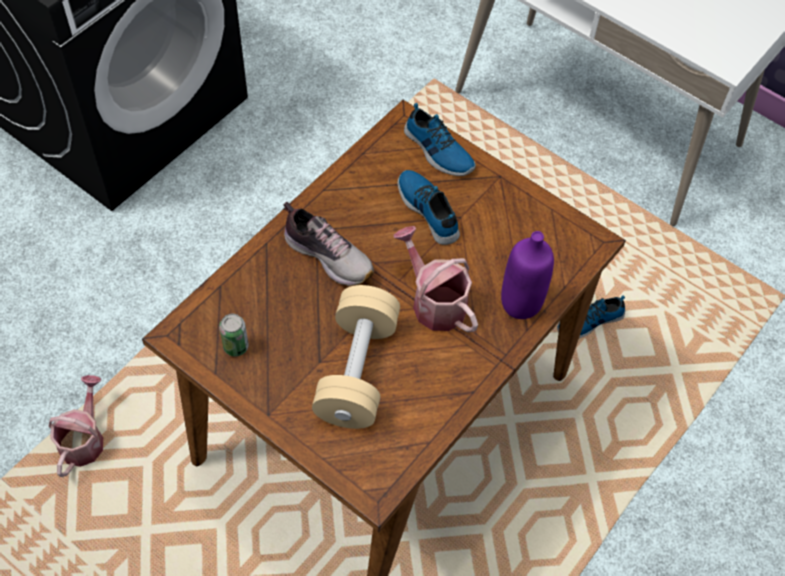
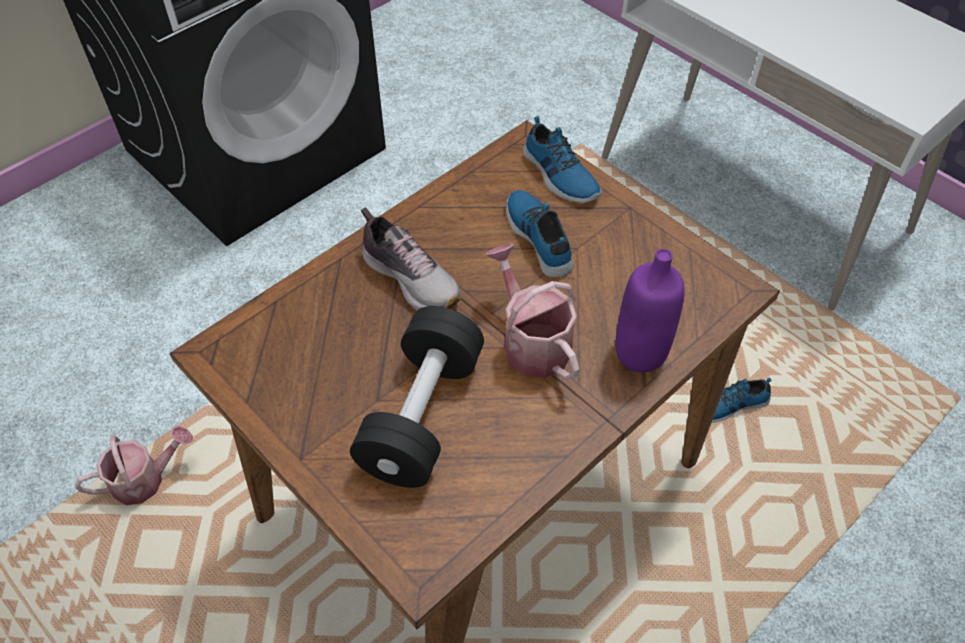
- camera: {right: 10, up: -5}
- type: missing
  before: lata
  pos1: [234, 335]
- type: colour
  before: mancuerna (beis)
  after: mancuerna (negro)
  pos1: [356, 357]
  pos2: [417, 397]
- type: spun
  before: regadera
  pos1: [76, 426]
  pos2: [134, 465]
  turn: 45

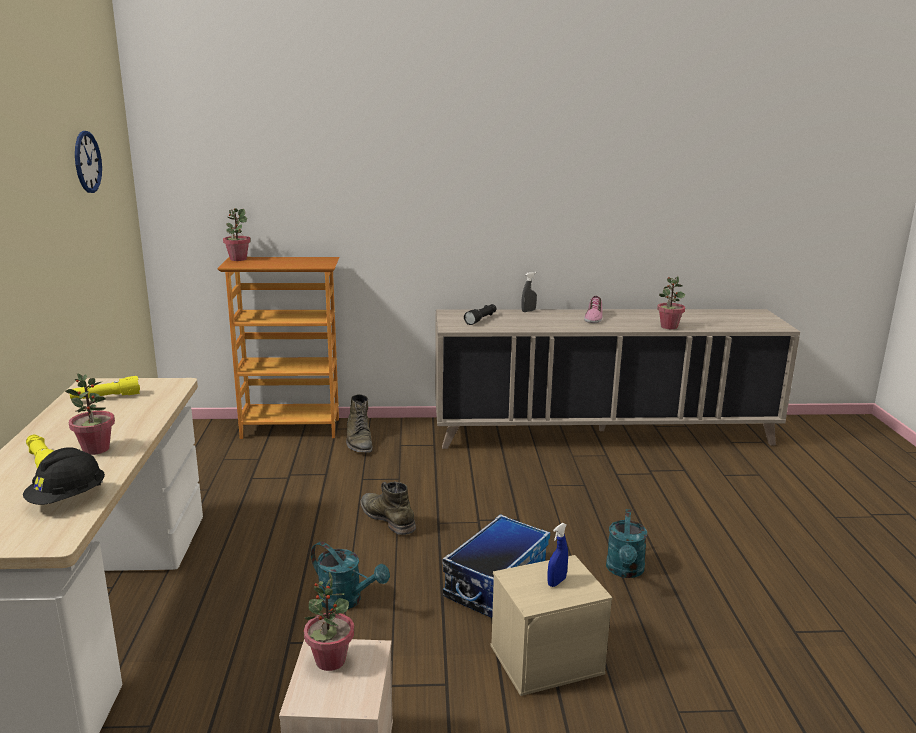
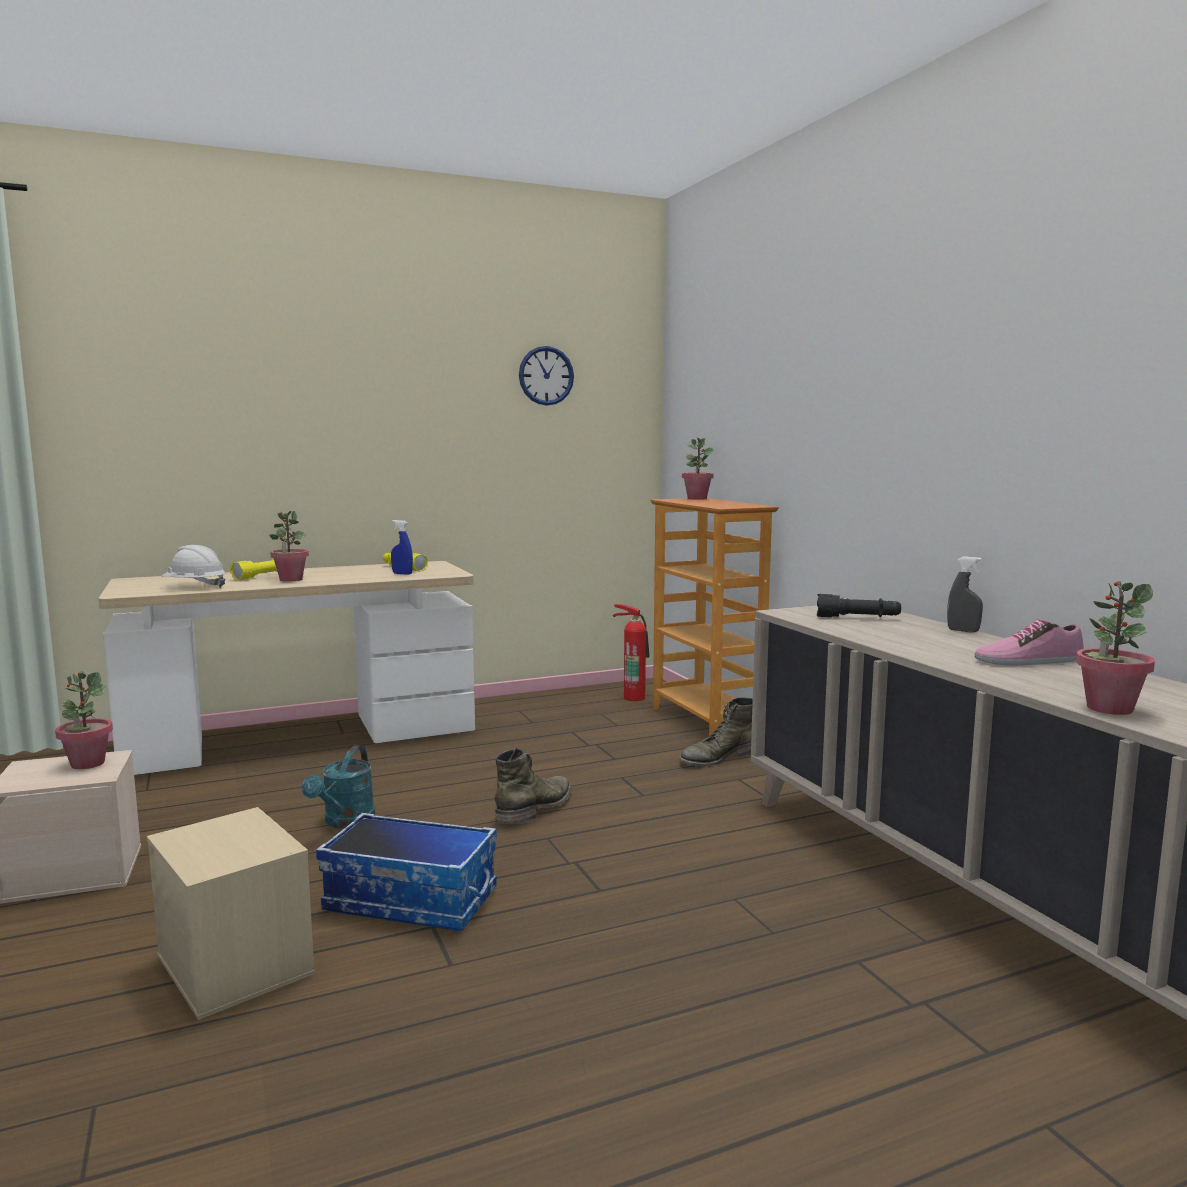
- camera: {right: 70, up: -10}
- type: missing
  before: regadera (turquesa)
  pos1: [626, 543]
- type: appeared
  after: extintor
  pos2: [631, 652]
- type: relocated
  before: pulverizador (azul)
  pos1: [557, 555]
  pos2: [402, 547]
- type: colour
  before: casco (negro)
  after: casco (blanco)
  pos1: [64, 476]
  pos2: [193, 566]

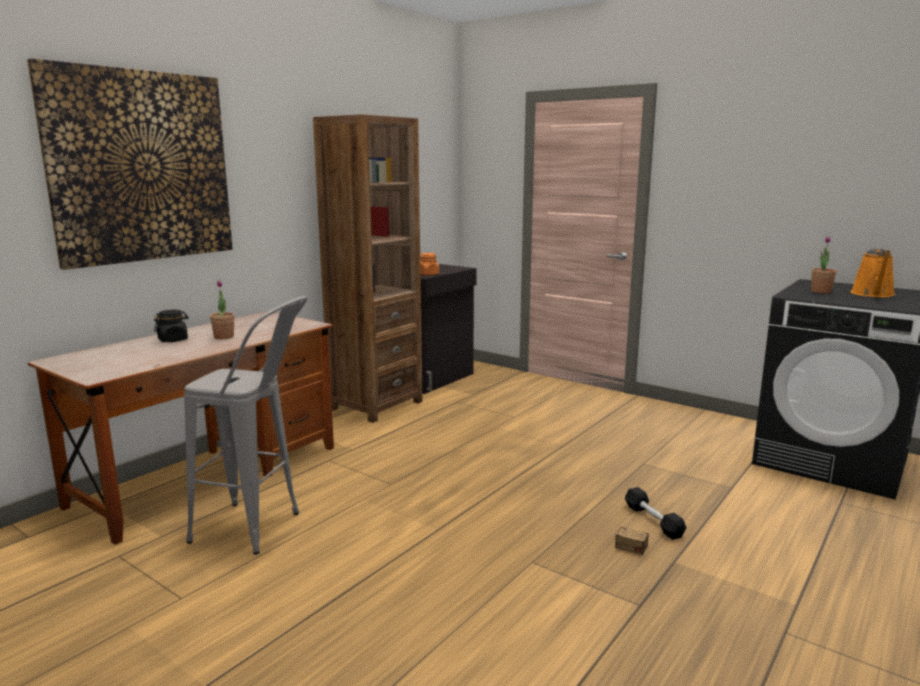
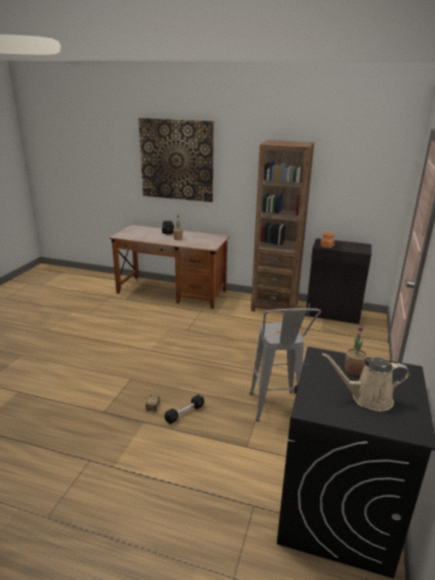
- camera: {right: 70, up: 10}
- type: relocated
  before: taburete (gris)
  pos1: [245, 425]
  pos2: [285, 364]
- type: colour
  before: regadera (naranja)
  after: regadera (beis)
  pos1: [872, 273]
  pos2: [366, 382]

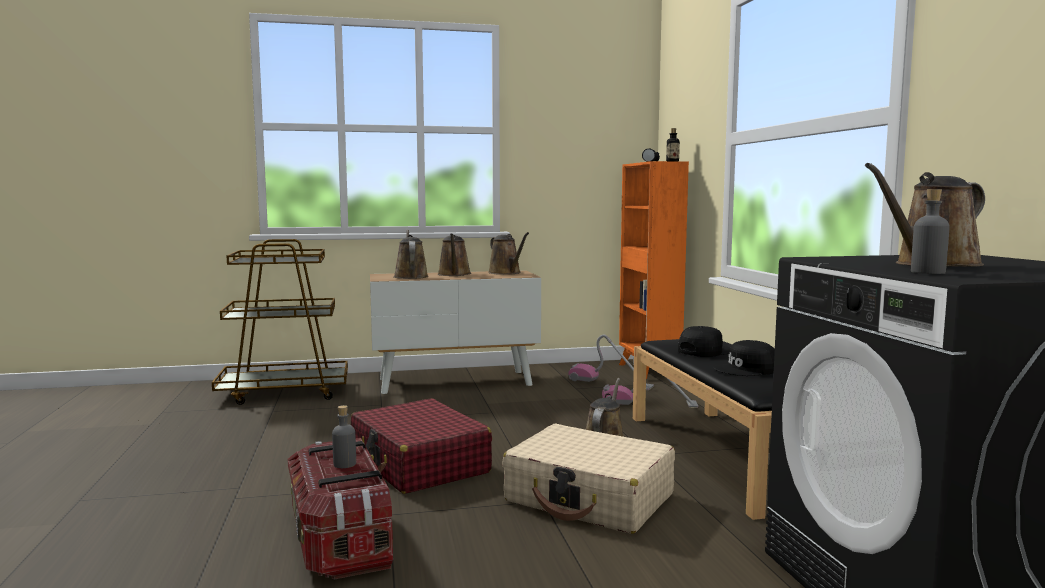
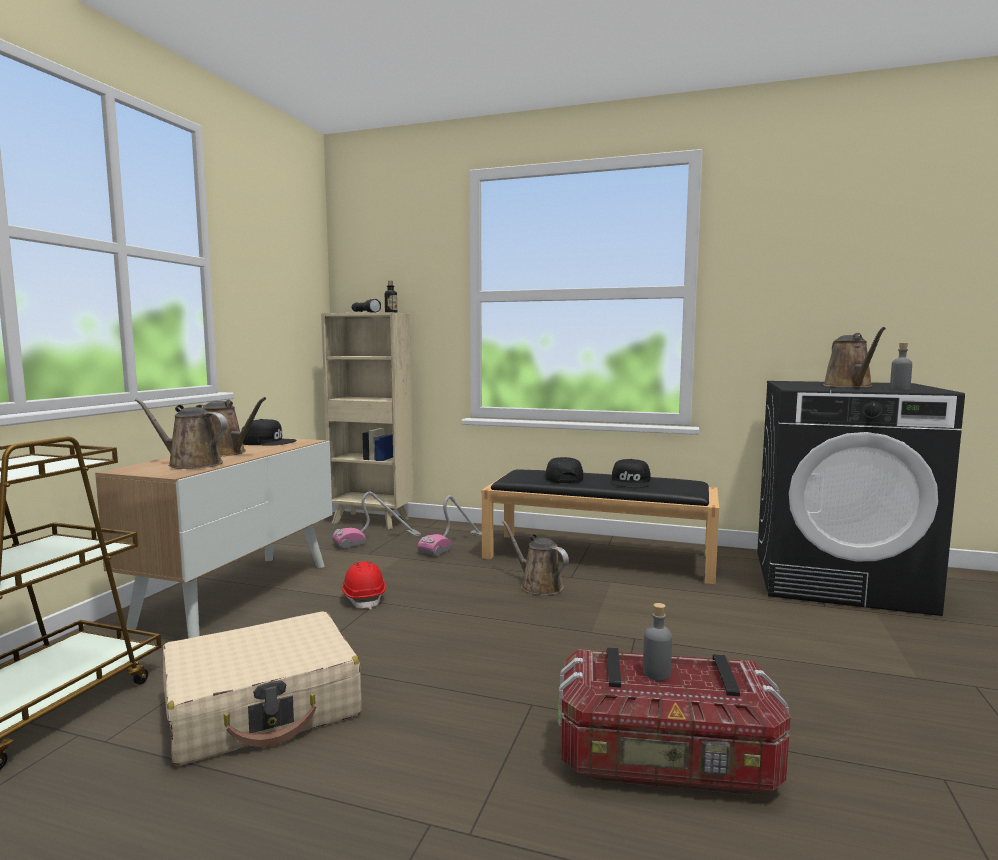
- camera: {right: -60, up: 0}
- type: missing
  before: maleta (rojo)
  pos1: [421, 446]
- type: appeared
  after: casco (rojo)
  pos2: [363, 585]
- type: relocated
  before: maleta (beis)
  pos1: [588, 479]
  pos2: [262, 688]
- type: exchanged
  before: regadera (marrón)
  after: gorra (negro)
  pos1: [508, 253]
  pos2: [269, 432]
- type: colour
  before: estantería (naranja)
  after: estantería (beis)
  pos1: [654, 270]
  pos2: [367, 420]

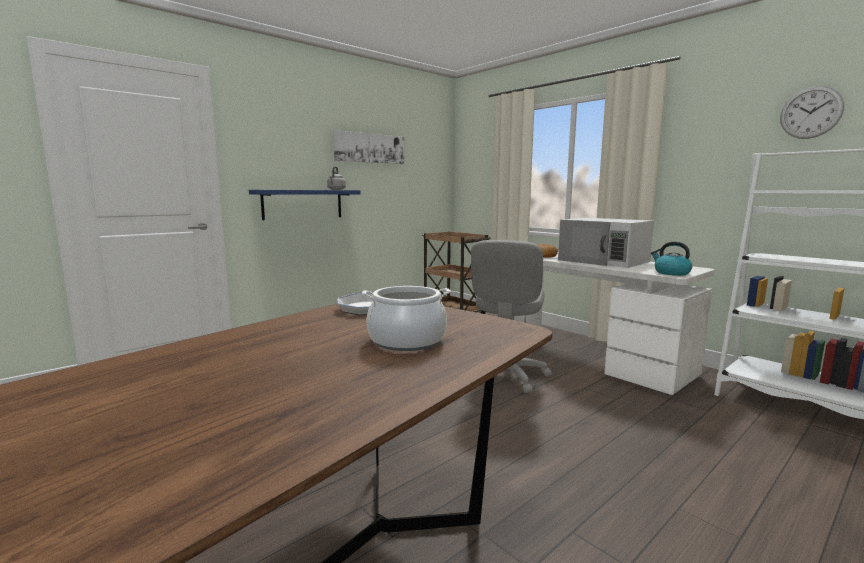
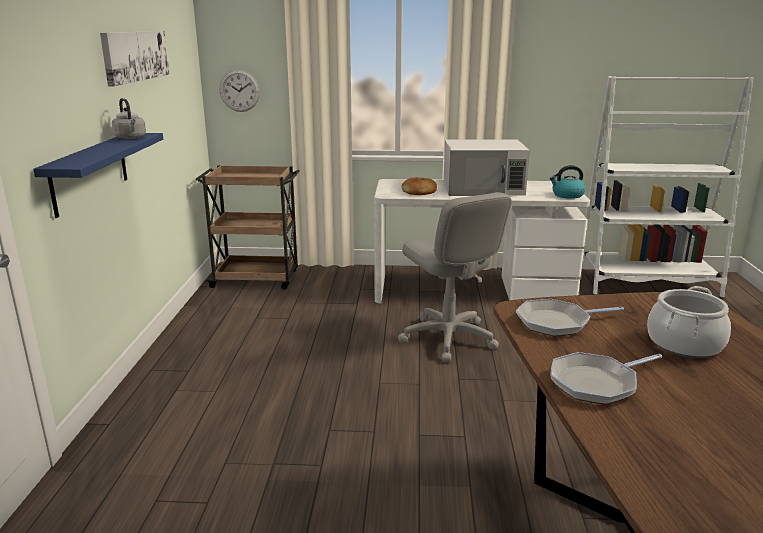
- camera: {right: -45, up: 10}
- type: appeared
  after: sartén
  pos2: [606, 378]
- type: relocated
  before: reloj de pared
  pos1: [812, 112]
  pos2: [240, 91]

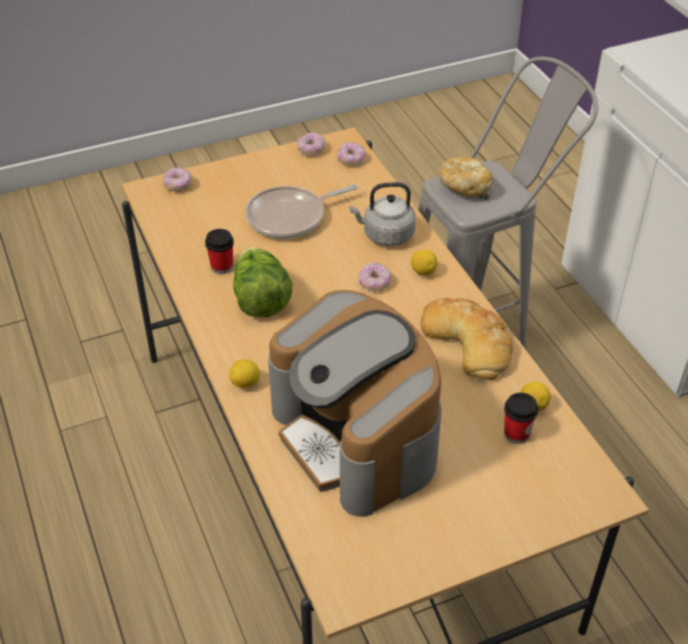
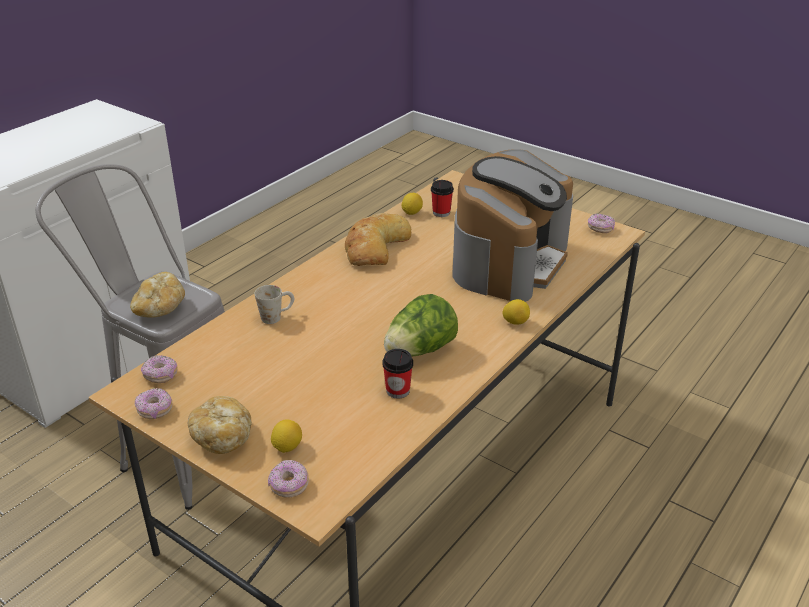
- camera: {right: -120, up: -10}
- type: missing
  before: sartén
  pos1: [302, 211]
- type: appeared
  after: pan
  pos2: [220, 425]
- type: relocated
  before: rosquilla
  pos1: [375, 277]
  pos2: [601, 223]
- type: relocated
  before: limón
  pos1: [424, 263]
  pos2: [286, 436]
- type: exchanged
  before: hervidor (gris)
  after: taza grande (blanco)
  pos1: [382, 214]
  pos2: [274, 304]

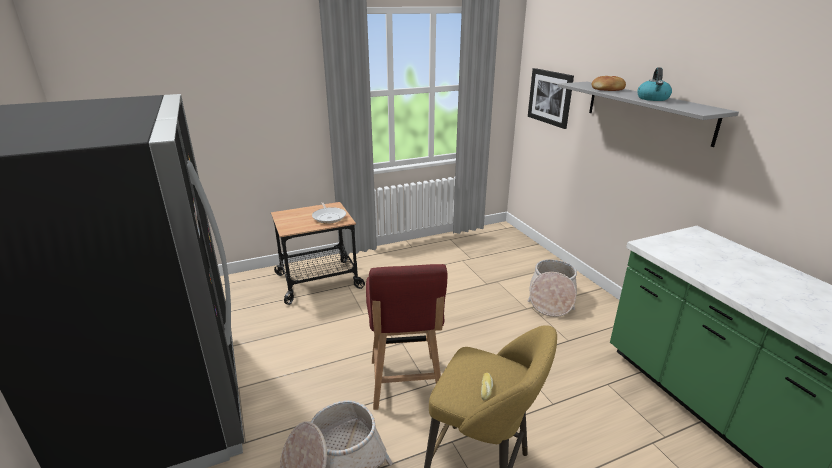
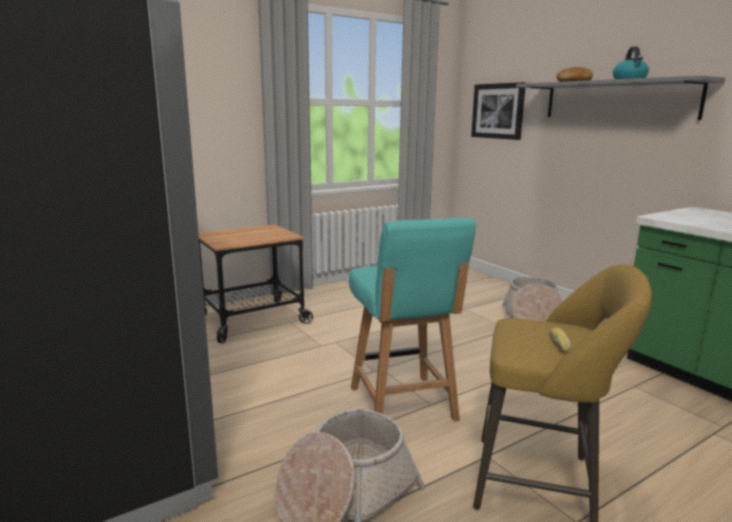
- camera: {right: -10, up: -10}
- type: missing
  before: sartén
  pos1: [329, 213]
- type: colour
  before: silla (rojo)
  after: silla (turquesa)
  pos1: [407, 337]
  pos2: [412, 320]

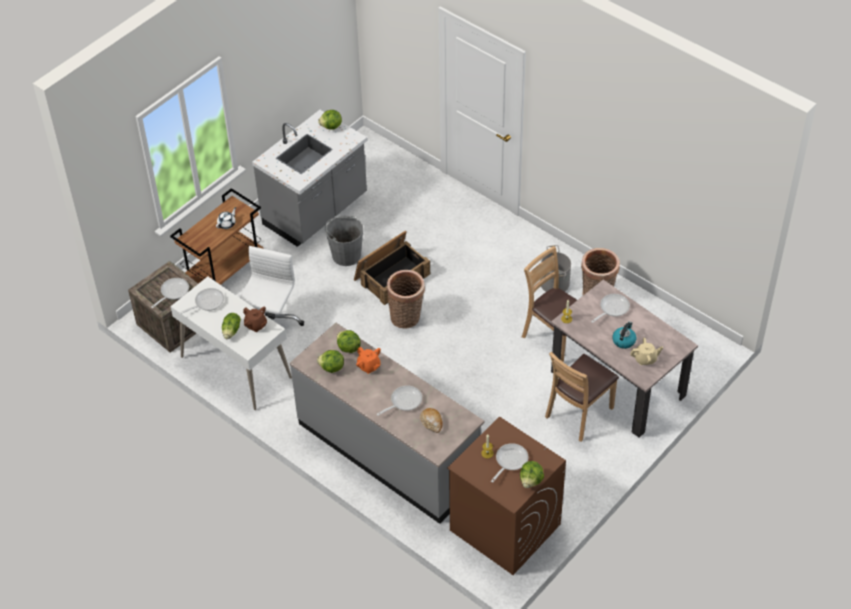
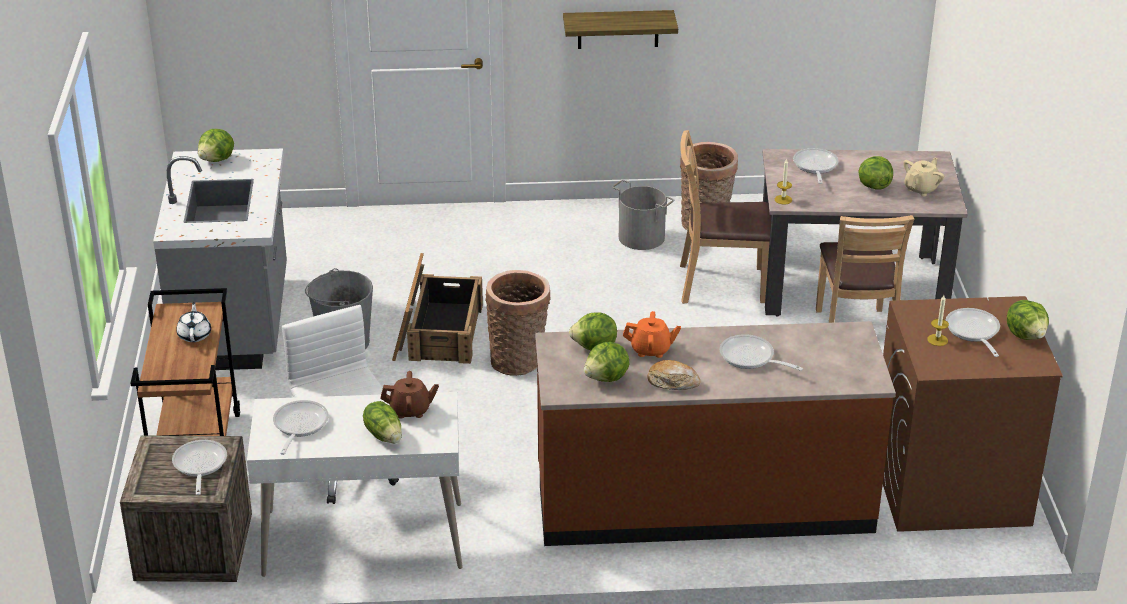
- camera: {right: -45, up: -15}
- type: appeared
  after: estante
  pos2: [620, 29]
- type: relocated
  before: pan
  pos1: [431, 420]
  pos2: [674, 375]
- type: exchanged
  before: hervidor
  after: lechuga
  pos1: [624, 335]
  pos2: [875, 173]
- type: colour
  before: mueble bajo de cocina (gris)
  after: mueble bajo de cocina (marrón)
  pos1: [387, 423]
  pos2: [715, 433]
- type: spun
  before: sartén
  pos1: [399, 400]
  pos2: [761, 352]
  turn: -60

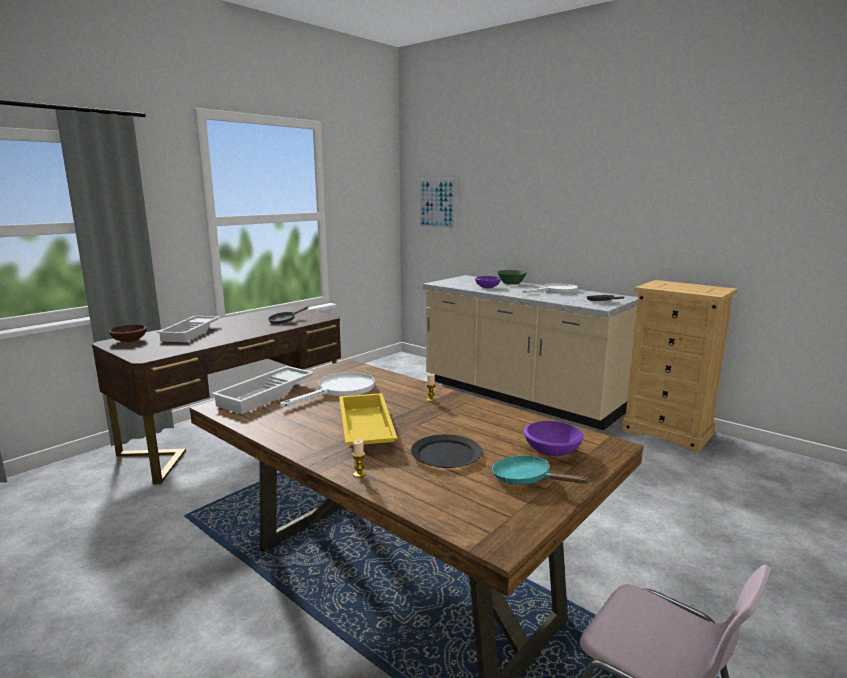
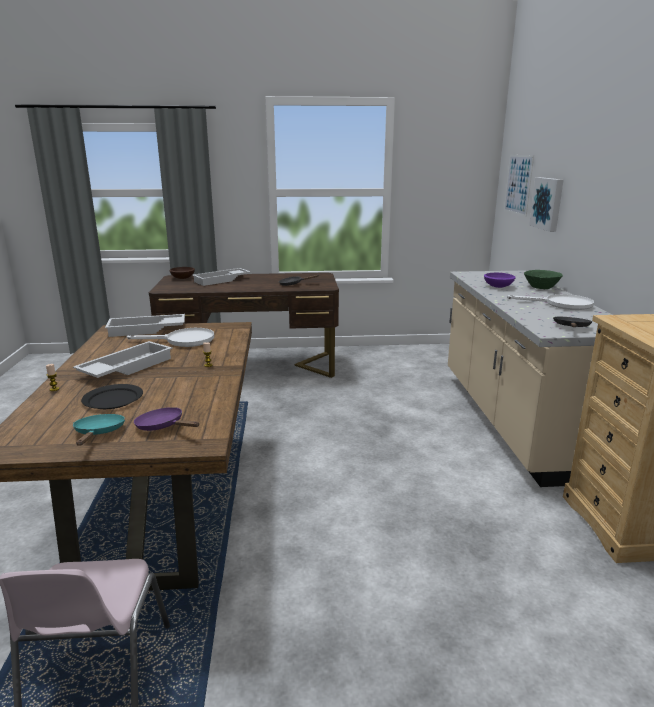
- camera: {right: 45, up: 5}
- type: appeared
  after: cuadro
  pos2: [546, 204]
- type: exchanged
  before: cuenco (morado)
  after: sartén (morado)
  pos1: [554, 438]
  pos2: [166, 419]
- type: colour
  before: bandeja (amarillo)
  after: bandeja (blanco)
  pos1: [368, 419]
  pos2: [122, 359]

